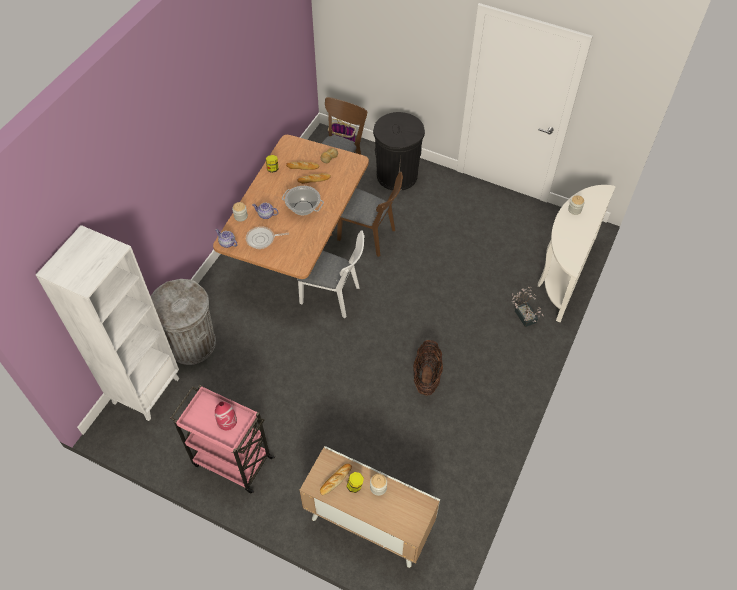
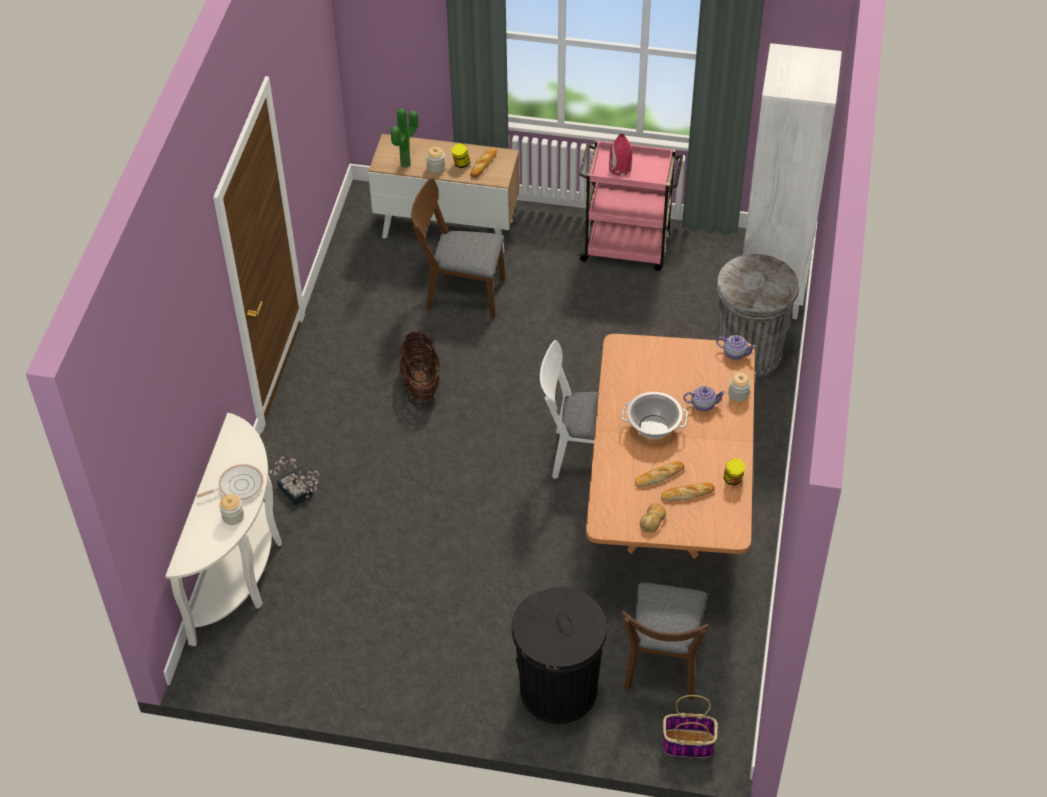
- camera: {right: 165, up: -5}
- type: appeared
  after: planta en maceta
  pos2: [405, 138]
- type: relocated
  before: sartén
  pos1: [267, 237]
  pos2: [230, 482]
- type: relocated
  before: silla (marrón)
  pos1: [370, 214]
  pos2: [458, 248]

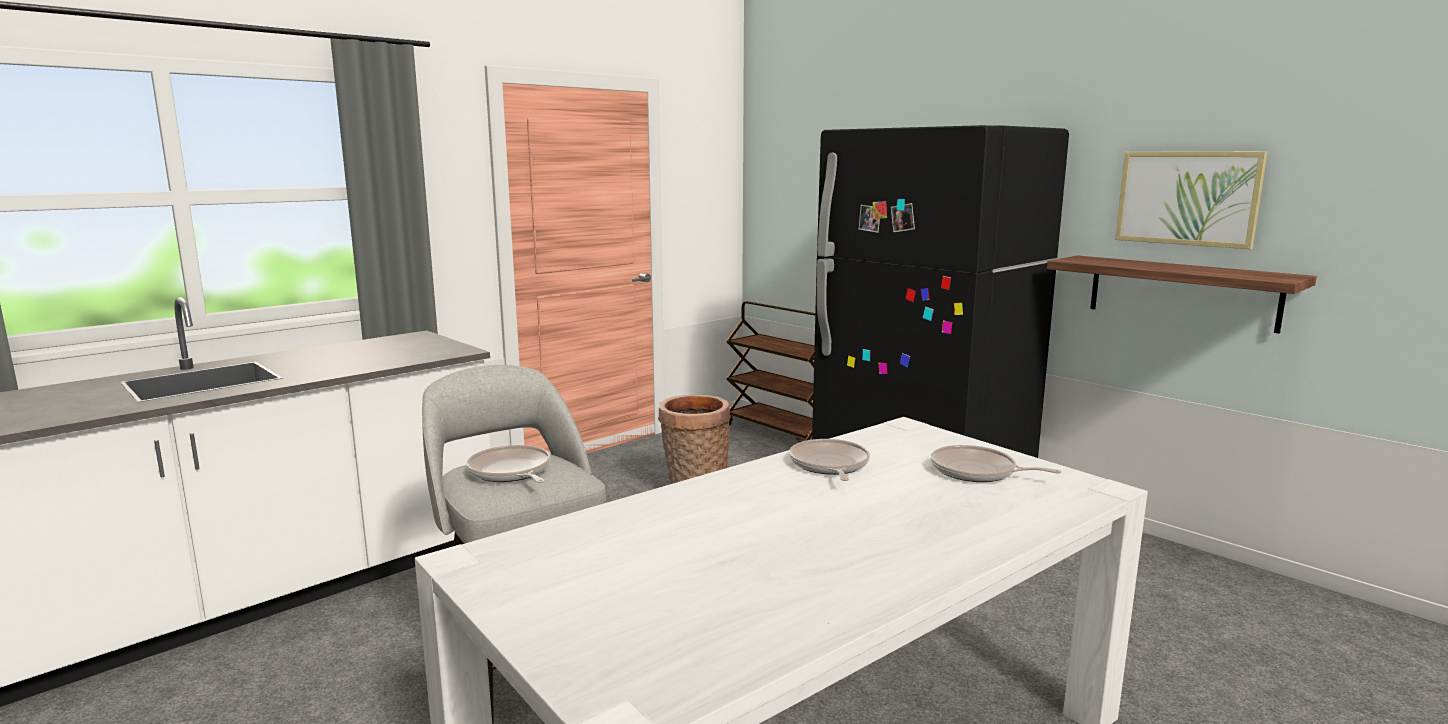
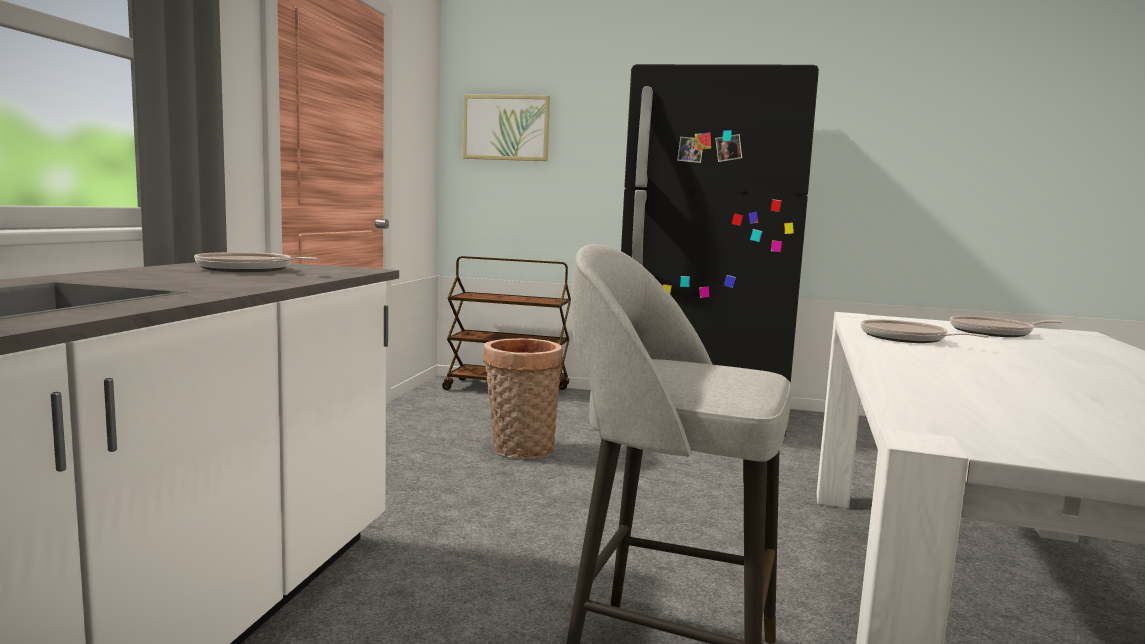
- camera: {right: -35, up: -5}
- type: missing
  before: estante
  pos1: [1182, 294]
- type: relocated
  before: sartén
  pos1: [508, 464]
  pos2: [256, 262]
- type: relocated
  before: cuadro
  pos1: [1191, 200]
  pos2: [506, 127]

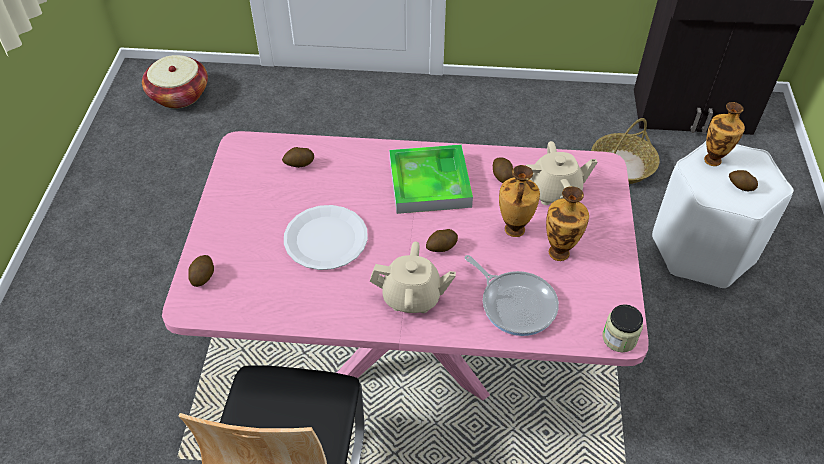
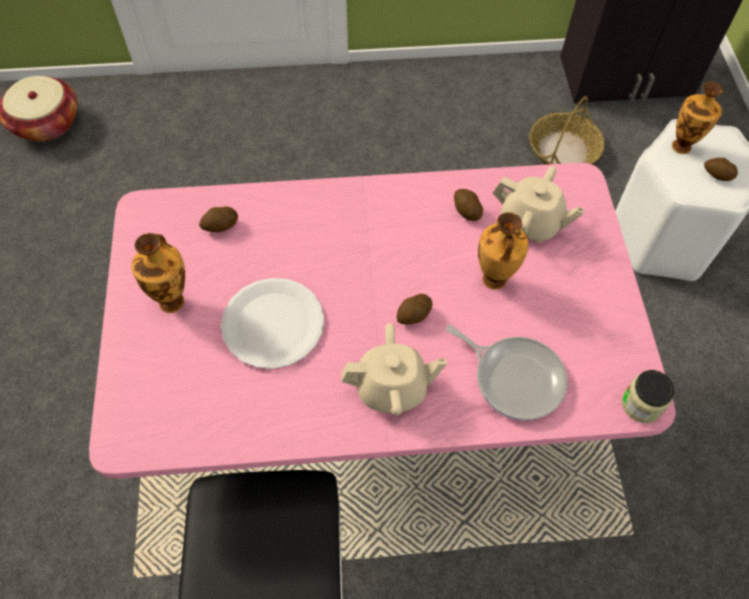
- camera: {right: -10, up: 10}
- type: missing
  before: patata
  pos1: [201, 271]
- type: missing
  before: bandeja
  pos1: [431, 179]
- type: relocated
  before: florero
  pos1: [567, 223]
  pos2: [158, 273]
- type: spun
  before: tetera (beis)
  pos1: [561, 173]
  pos2: [539, 204]
  turn: 45

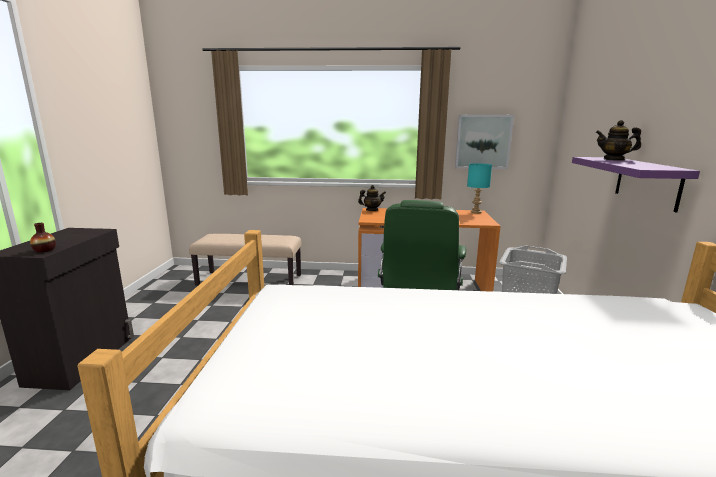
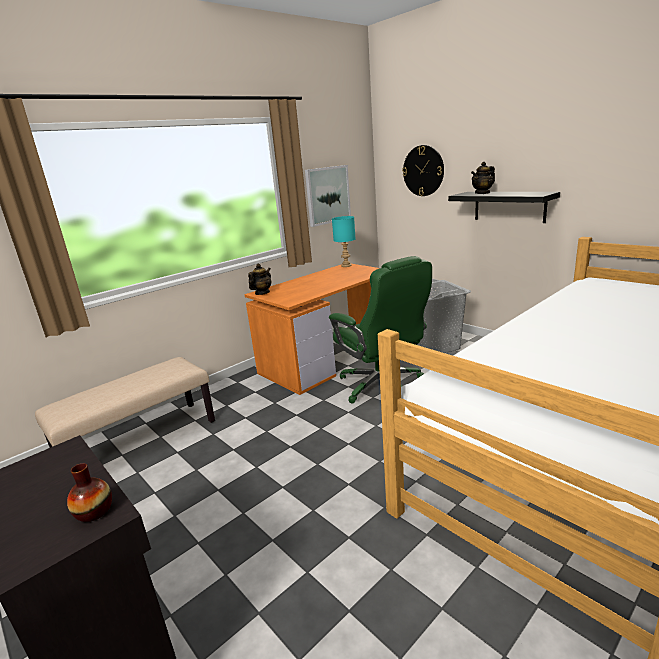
- camera: {right: -45, up: 5}
- type: appeared
  after: reloj de pared
  pos2: [423, 170]
- type: colour
  before: estante (morado)
  after: estante (negro)
  pos1: [636, 184]
  pos2: [504, 207]

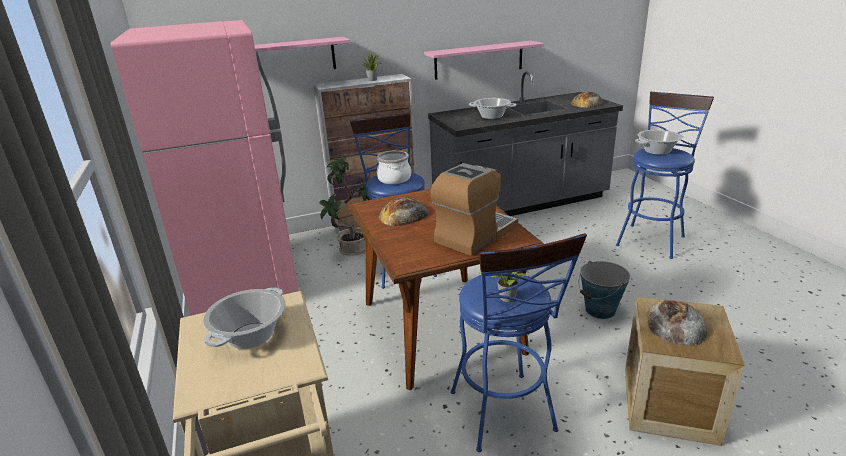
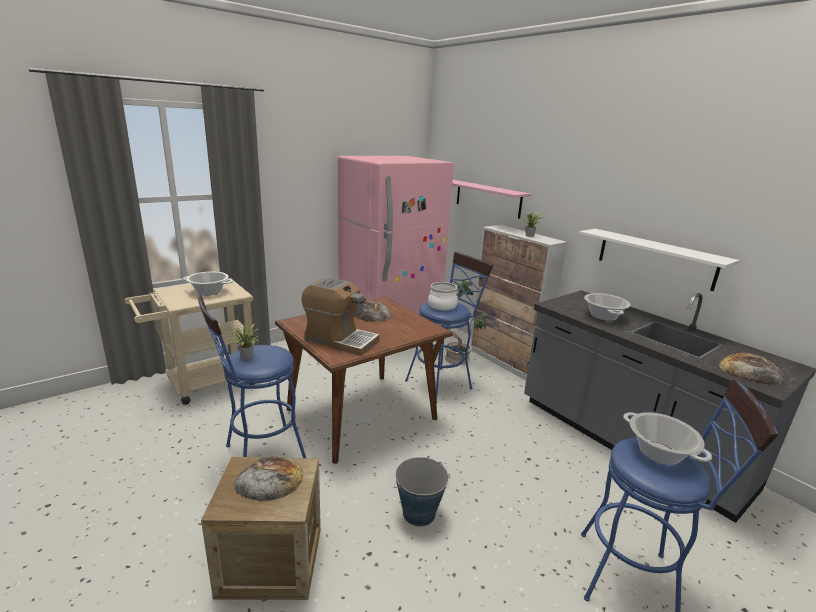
- camera: {right: 70, up: -5}
- type: colour
  before: estante (rosa)
  after: estante (blanco)
  pos1: [484, 60]
  pos2: [659, 260]

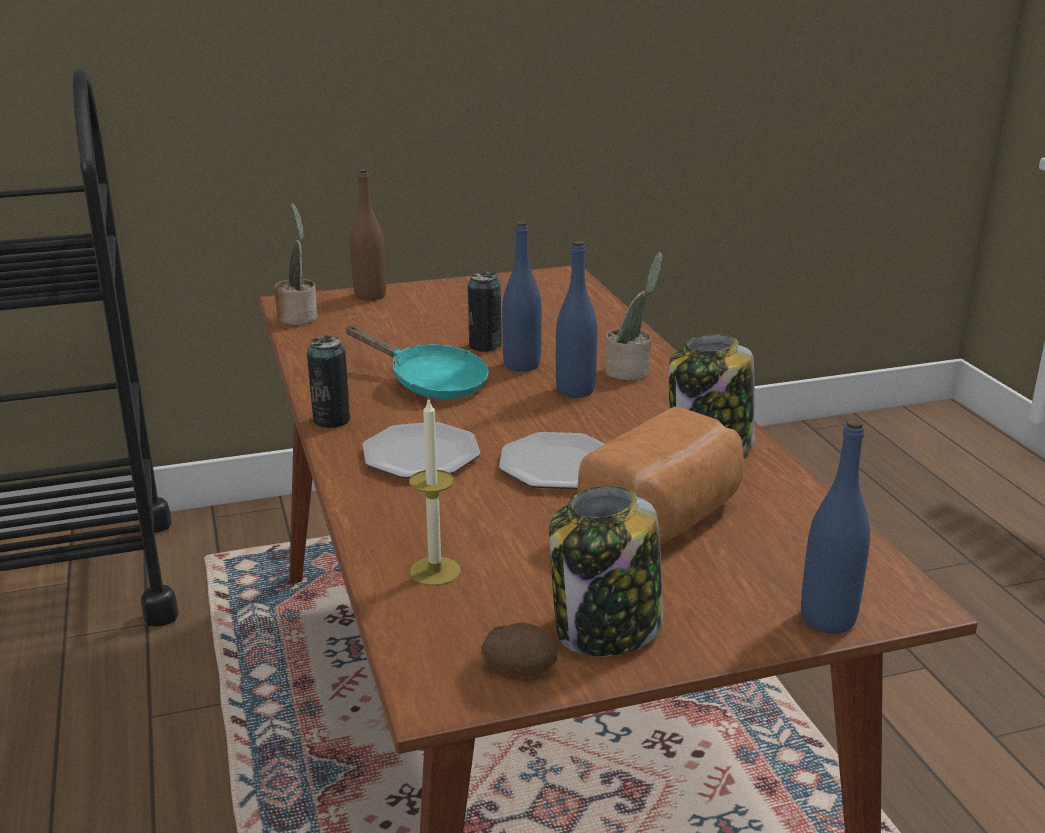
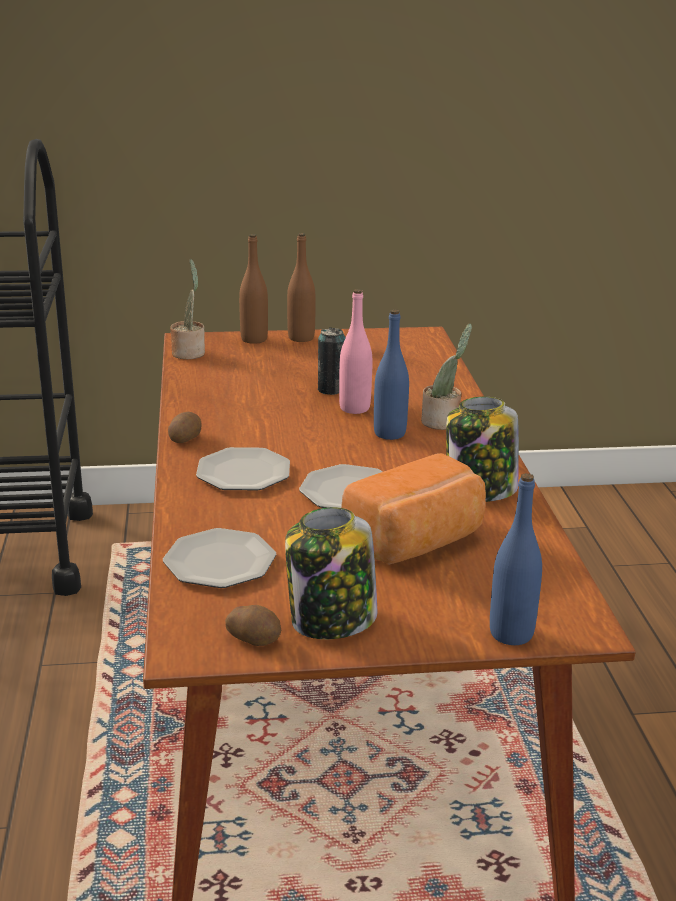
- camera: {right: 10, up: 0}
- type: missing
  before: sartén (turquesa)
  pos1: [417, 362]
- type: appeared
  after: botella (marrón)
  pos2: [301, 287]
- type: exchanged
  before: lata
  after: patata
  pos1: [329, 382]
  pos2: [185, 427]
- type: exchanged
  before: vela
  after: plato
  pos1: [435, 491]
  pos2: [219, 558]
- type: colour
  before: botella (azul)
  after: botella (rosa)
  pos1: [522, 296]
  pos2: [355, 351]

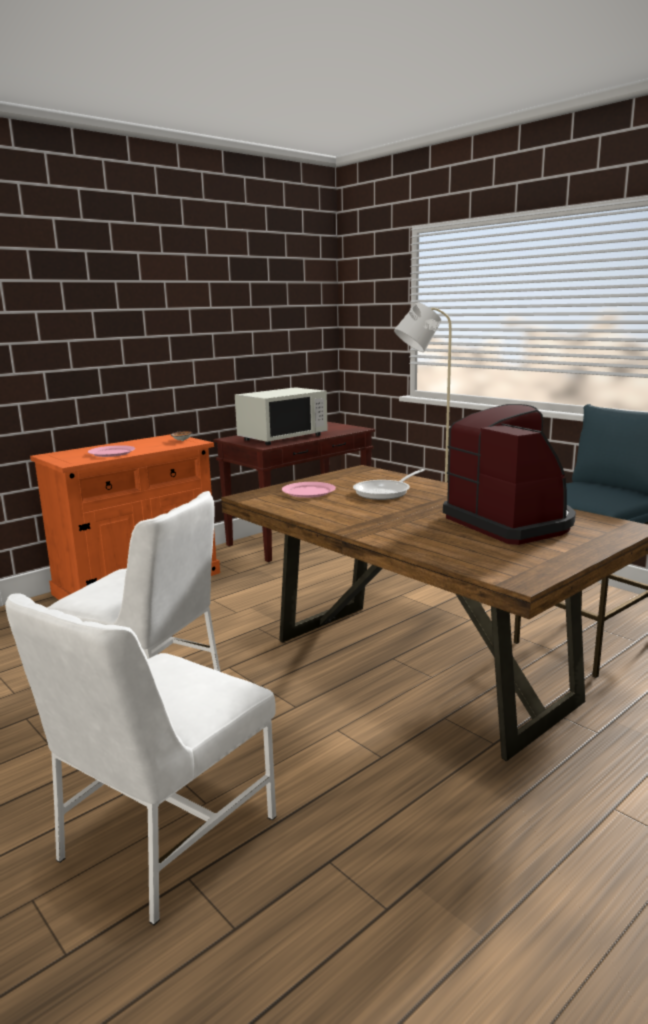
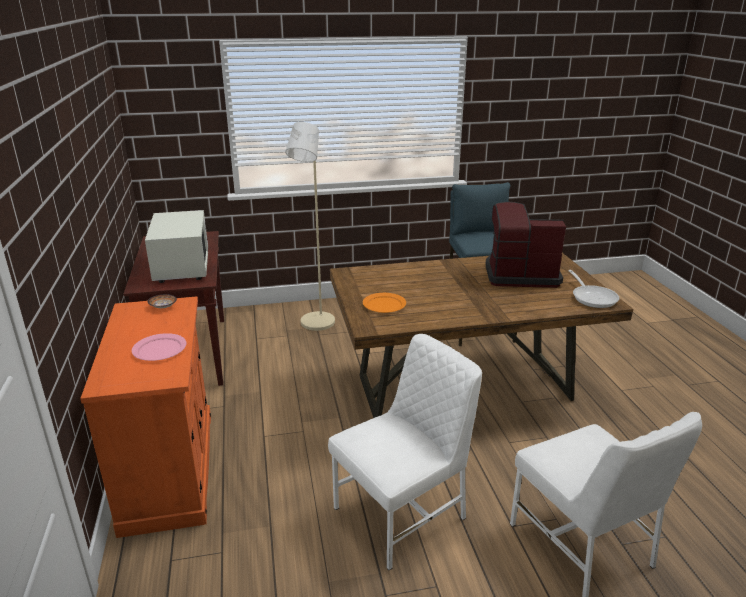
- camera: {right: -60, up: 10}
- type: relocated
  before: sartén
  pos1: [389, 484]
  pos2: [593, 289]
- type: colour
  before: plato (rosa)
  after: plato (naranja)
  pos1: [309, 490]
  pos2: [384, 303]

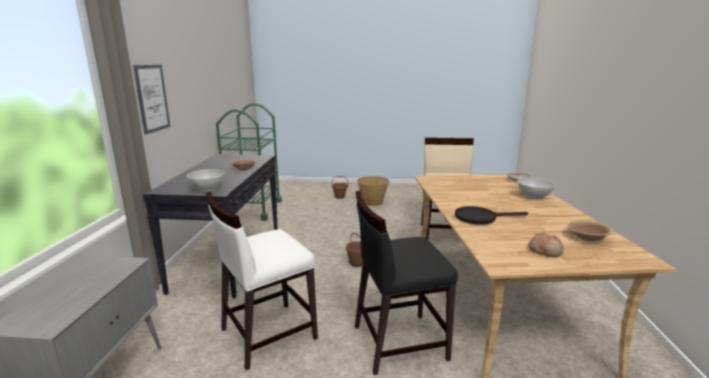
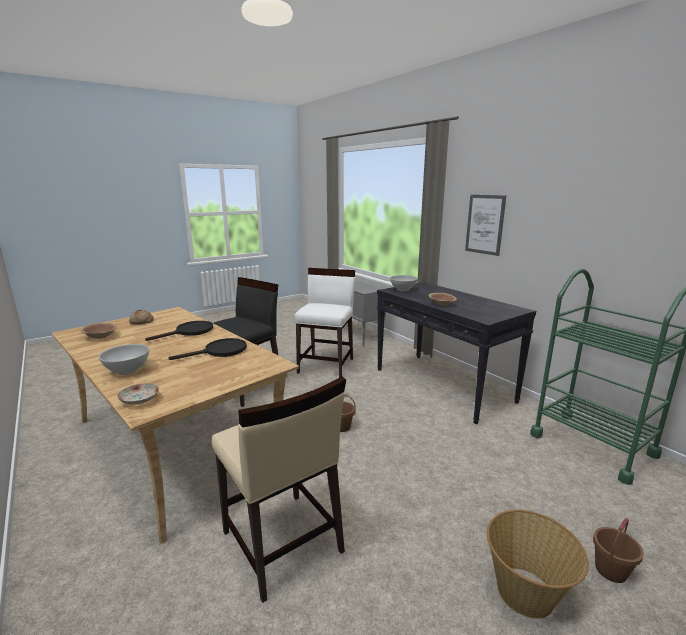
- camera: {right: 140, up: 0}
- type: appeared
  after: sartén (negro)
  pos2: [208, 349]

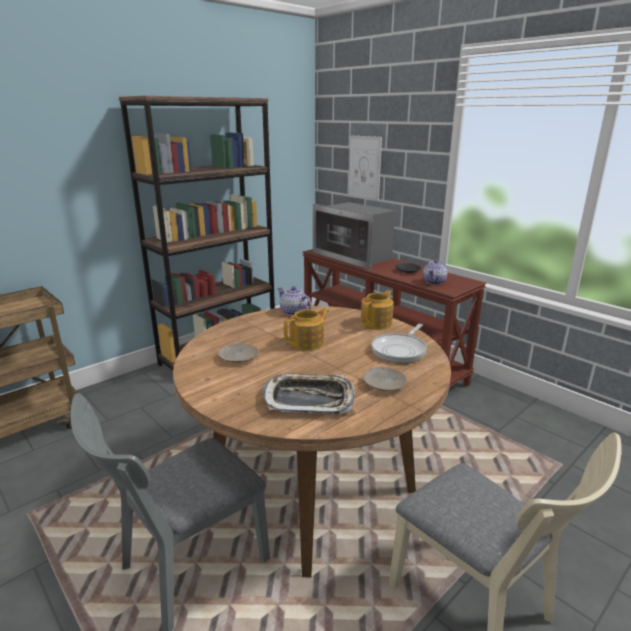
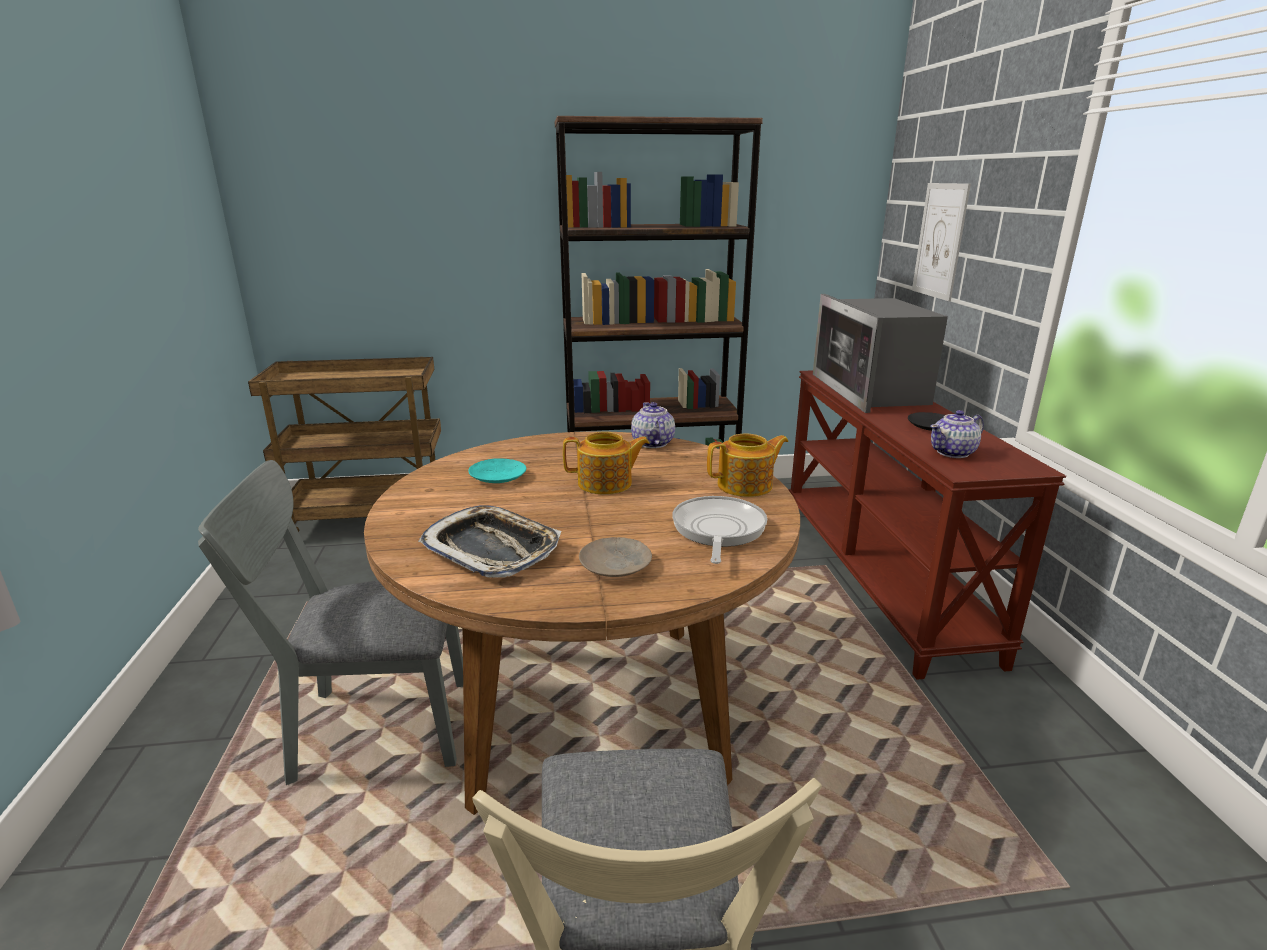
- camera: {right: 35, up: 0}
- type: colour
  before: plato (beis)
  after: plato (turquesa)
  pos1: [238, 353]
  pos2: [497, 470]
- type: spun
  before: sartén
  pos1: [399, 343]
  pos2: [719, 530]
  turn: 120

